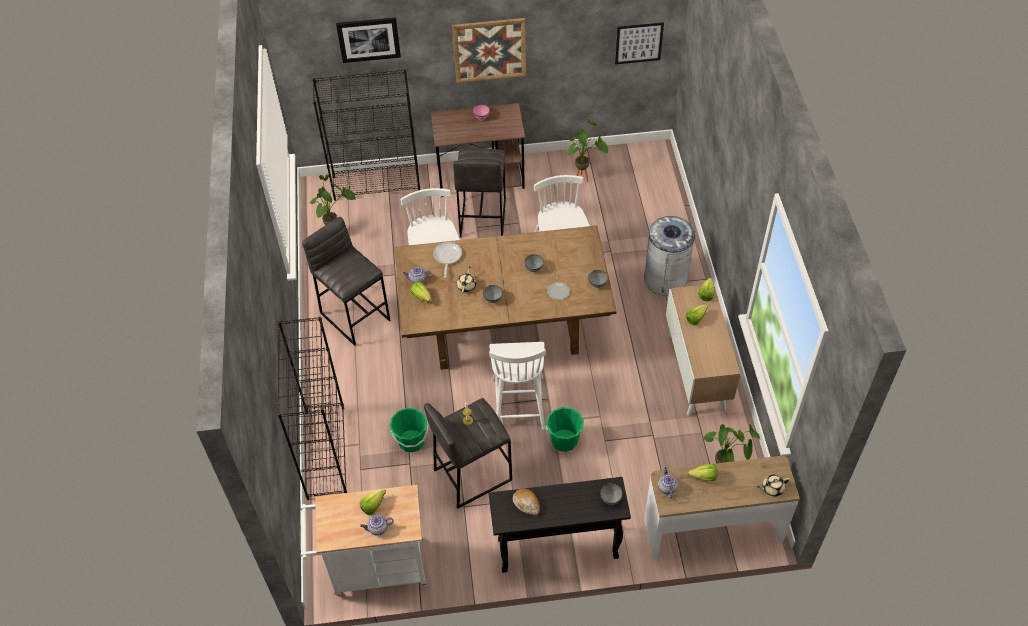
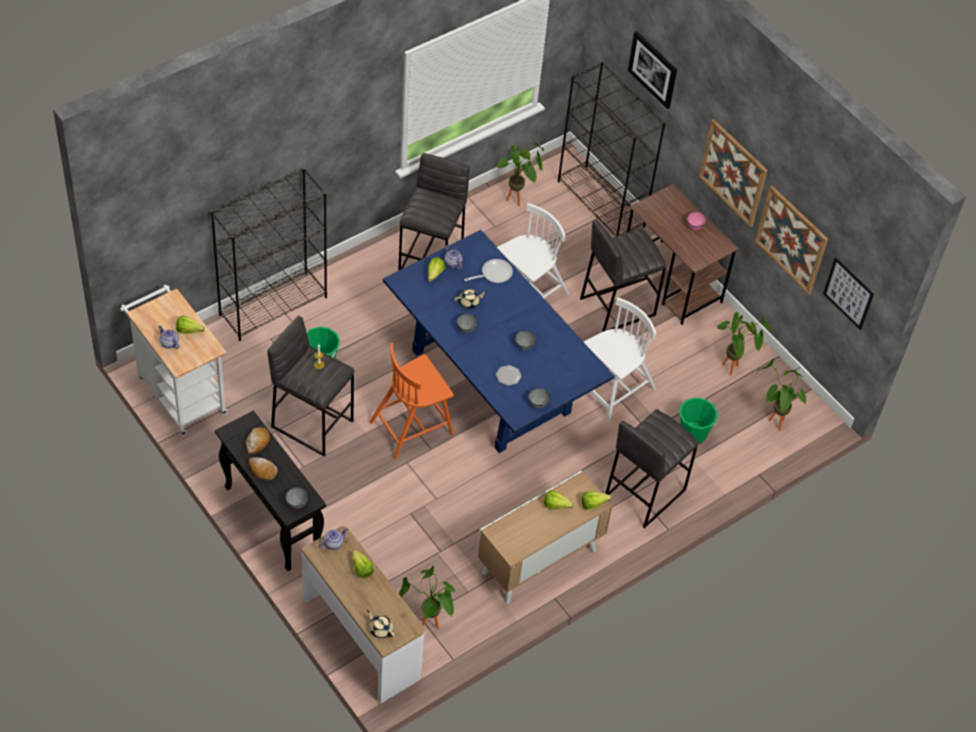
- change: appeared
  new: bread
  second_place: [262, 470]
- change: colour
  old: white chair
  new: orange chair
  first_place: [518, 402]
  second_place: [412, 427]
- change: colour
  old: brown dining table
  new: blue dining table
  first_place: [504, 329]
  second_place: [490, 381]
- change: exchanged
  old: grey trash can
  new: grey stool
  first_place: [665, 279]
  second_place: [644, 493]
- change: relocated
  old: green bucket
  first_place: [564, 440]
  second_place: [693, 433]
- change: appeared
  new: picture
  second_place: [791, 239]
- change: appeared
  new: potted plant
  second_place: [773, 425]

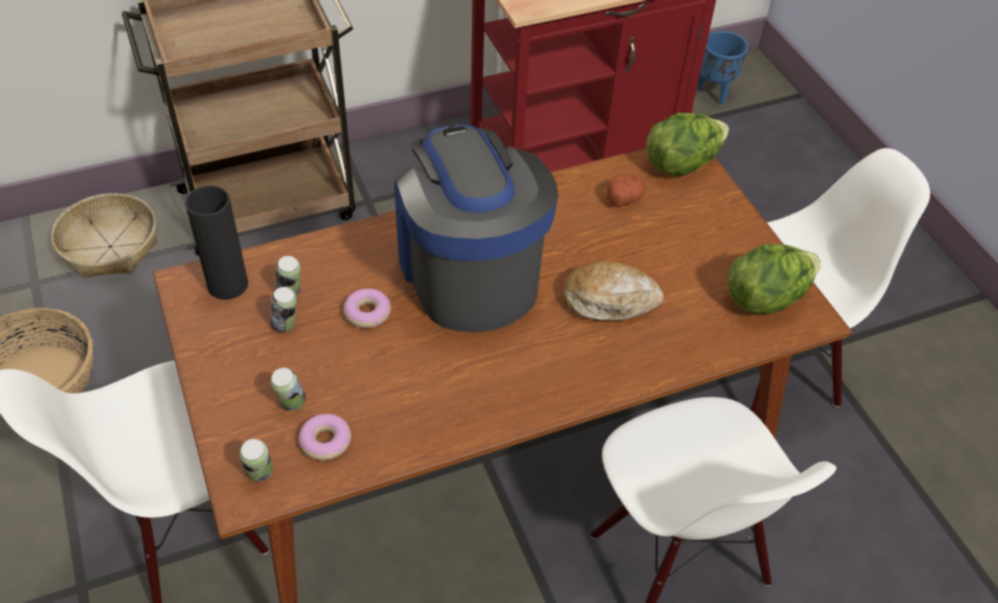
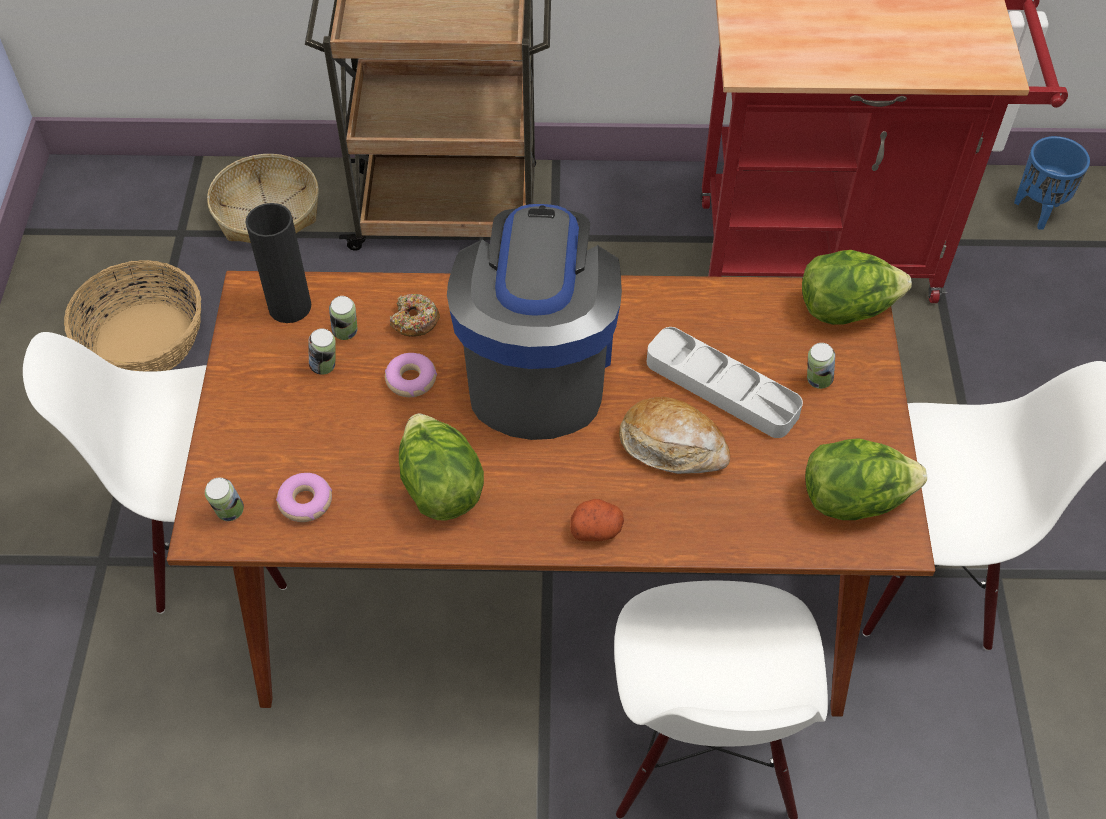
- change: appeared
  new: donut
  second_place: [414, 321]
- change: appeared
  new: lettuce
  second_place: [440, 487]
- change: relocated
  old: potato
  first_place: [623, 198]
  second_place: [596, 529]
- change: appeared
  new: grey tray
  second_place: [721, 387]
- change: relocated
  old: can
  first_place: [291, 404]
  second_place: [817, 381]

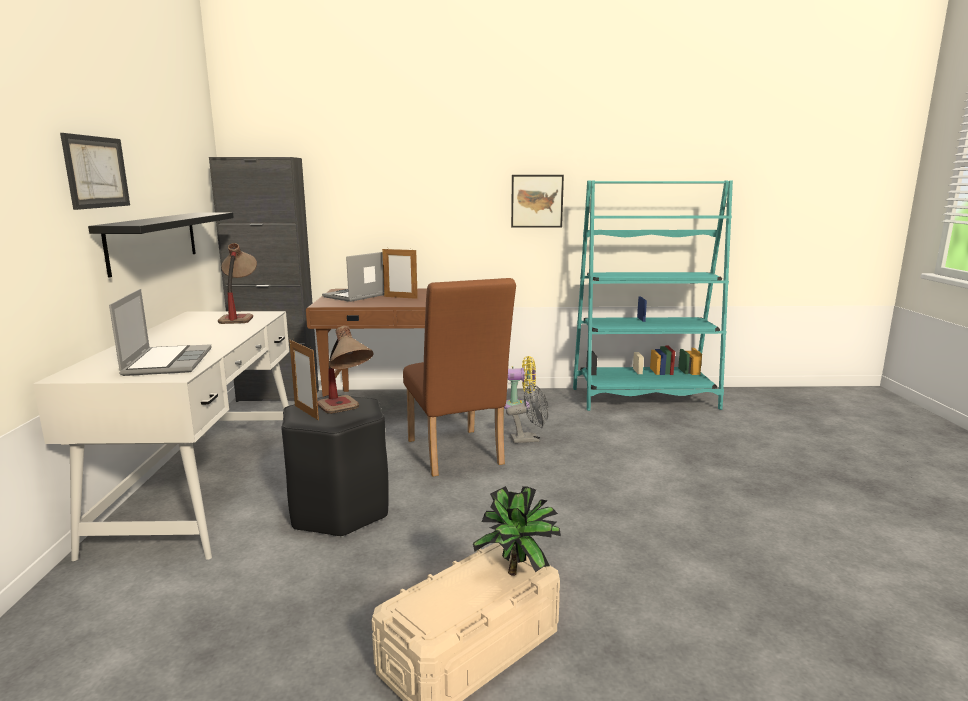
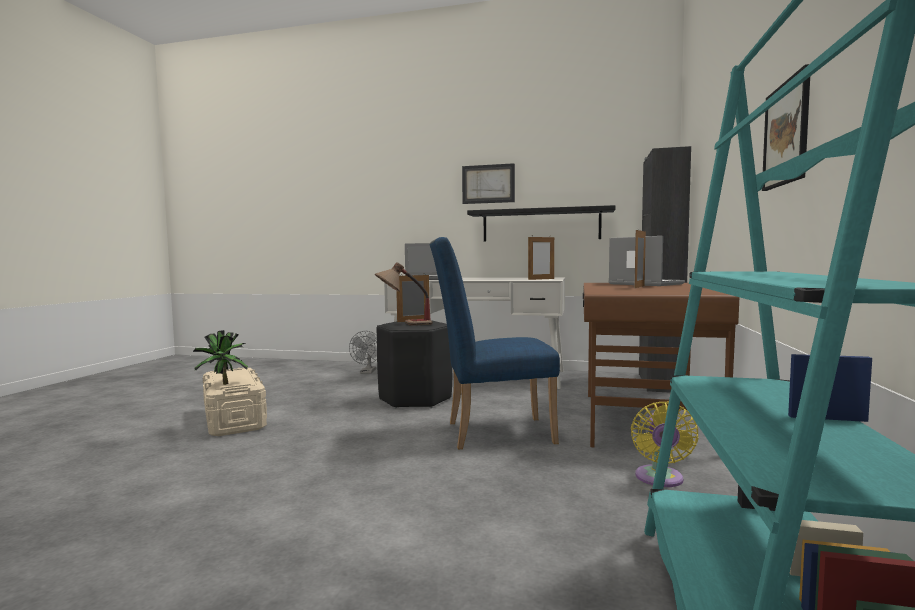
- change: relocated
  old: grey fan
  first_place: [529, 439]
  second_place: [367, 372]
- change: colour
  old: brown chair
  new: blue chair
  first_place: [456, 455]
  second_place: [490, 432]
- change: exchanged
  old: table lamp
  new: picture frame
  first_place: [239, 316]
  second_place: [541, 279]

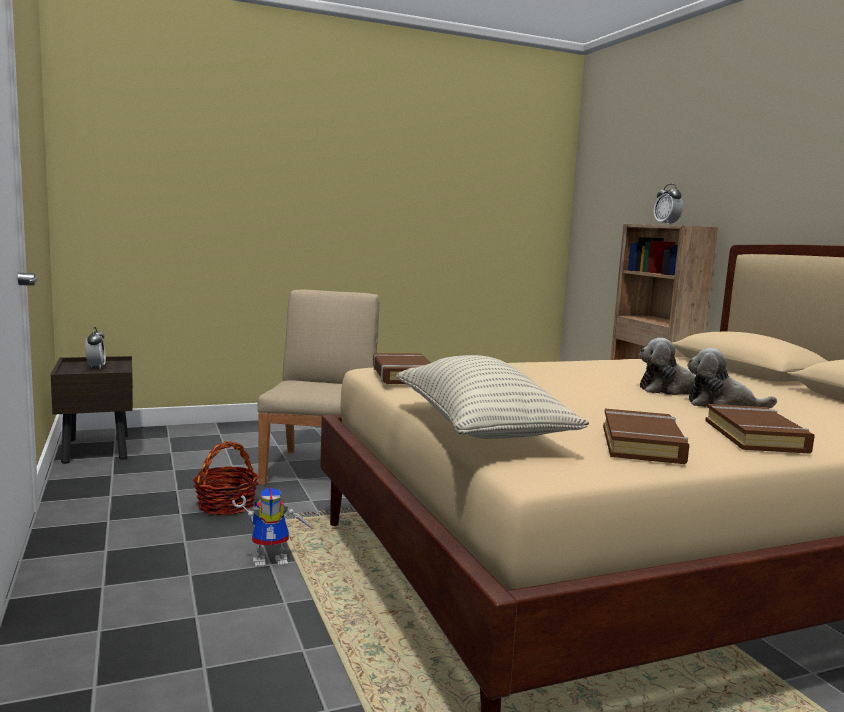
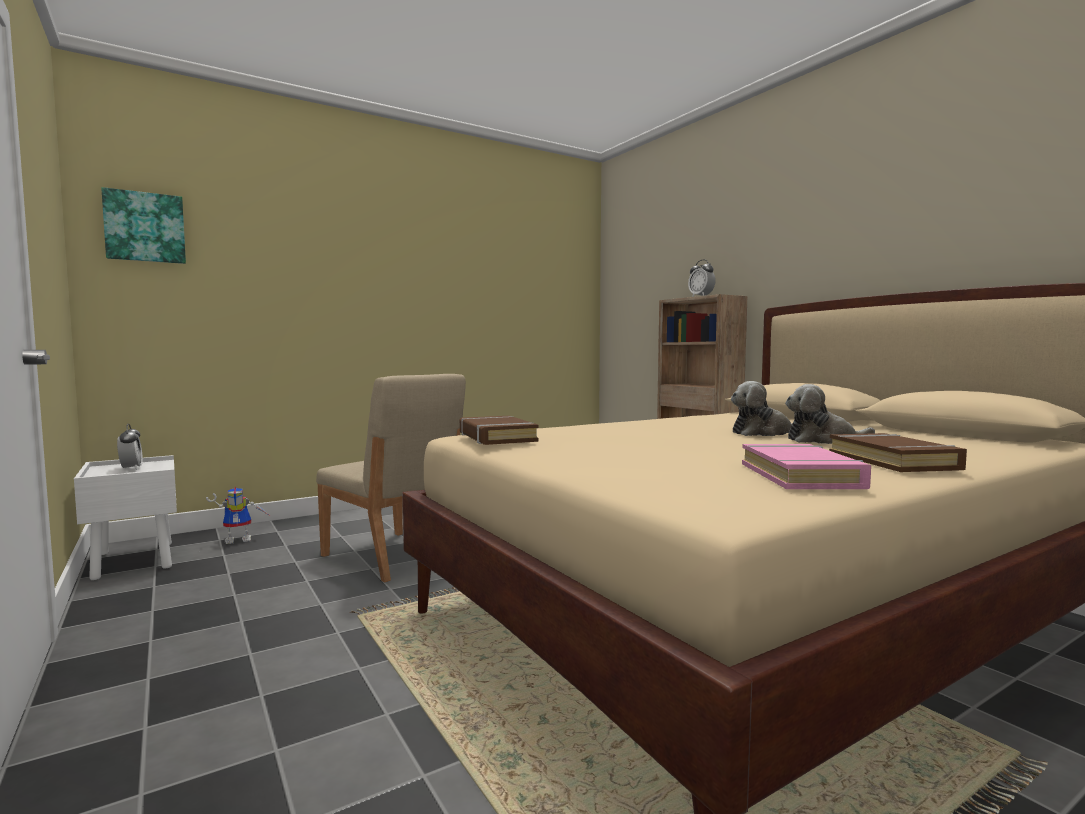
- change: colour
  old: brown nightstand
  new: white nightstand
  first_place: [96, 449]
  second_place: [133, 560]
- change: appeared
  new: picture
  second_place: [145, 227]
- change: relocated
  old: toy robot
  first_place: [273, 560]
  second_place: [240, 539]
- change: spun
  old: beige chair
  first_place: [321, 469]
  second_place: [393, 555]
  degrees: 135
- change: colour
  old: brown book
  new: pink book
  first_place: [642, 444]
  second_place: [800, 476]
- change: missing
  old: basket
  first_place: [226, 505]
- change: missing
  old: pillow
  first_place: [479, 429]

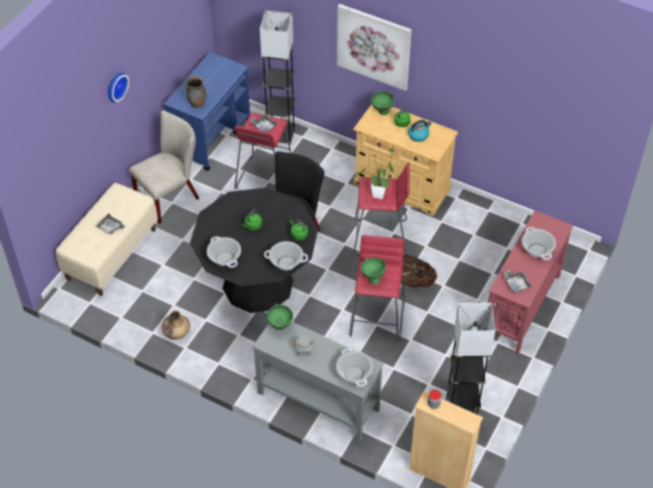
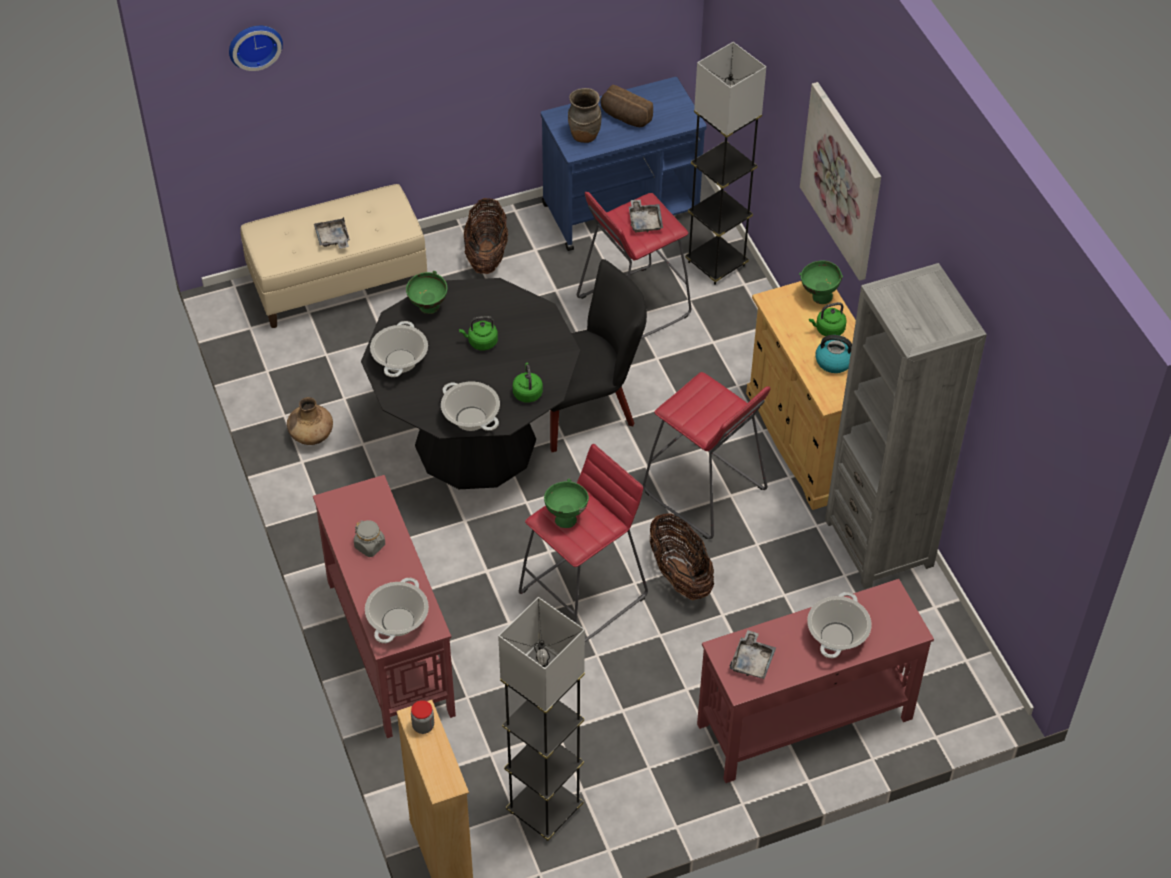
- change: relocated
  old: wall clock
  first_place: [115, 86]
  second_place: [254, 44]
- change: colour
  old: grey console table
  new: red console table
  first_place: [317, 400]
  second_place: [390, 646]
- change: relocated
  old: green bowl
  first_place: [280, 327]
  second_place: [428, 310]
- change: exchanged
  old: beige chair
  new: basket
  first_place: [170, 196]
  second_place: [486, 255]
- change: appeared
  new: bread
  second_place: [625, 117]
- change: appeared
  new: grey bookcase
  second_place: [879, 543]
- change: missing
  old: potted plant
  first_place: [377, 197]

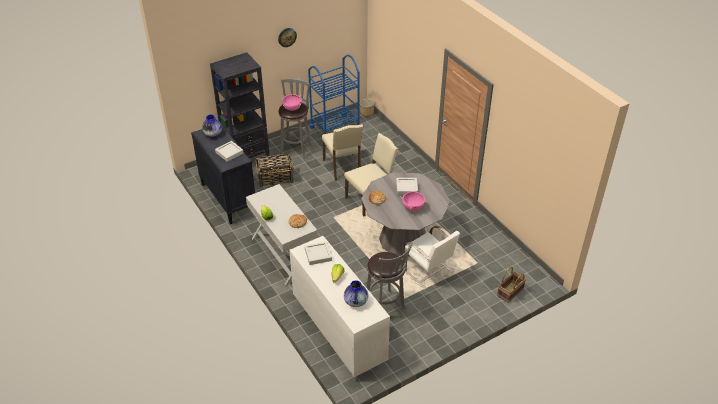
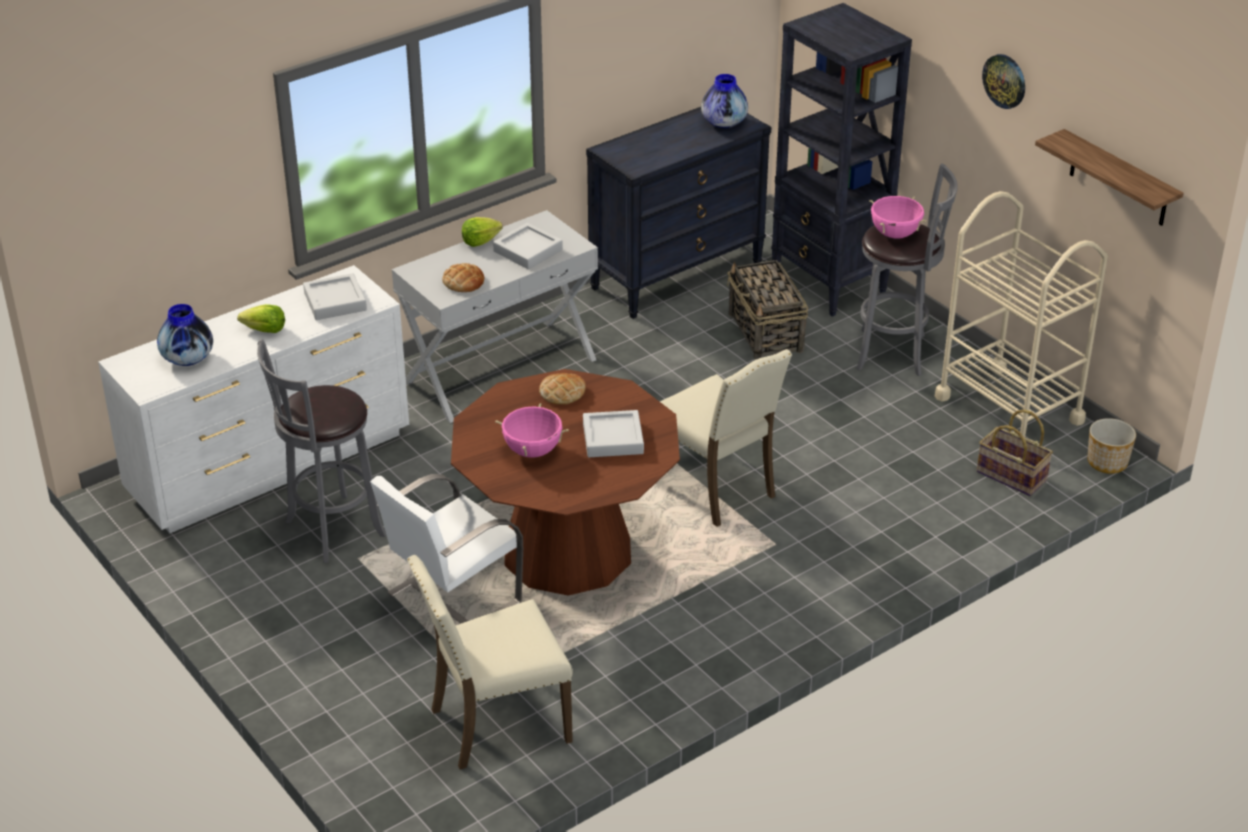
- change: relocated
  old: beige chair
  first_place: [343, 168]
  second_place: [496, 724]
- change: colour
  old: grey dining table
  new: brown dining table
  first_place: [403, 239]
  second_place: [567, 552]
- change: relocated
  old: grey tray
  first_place: [229, 153]
  second_place: [528, 251]
- change: colour
  old: blue cart
  new: beige cart
  first_place: [335, 128]
  second_place: [1009, 409]
- change: relocated
  old: basket
  first_place: [510, 292]
  second_place: [1010, 476]
- change: appeared
  new: shelf
  second_place: [1119, 179]

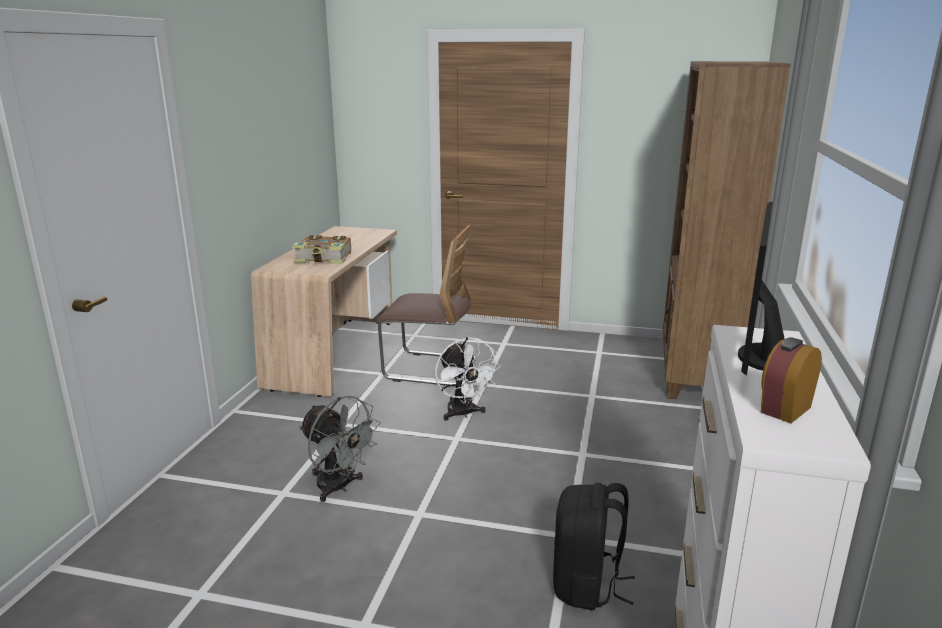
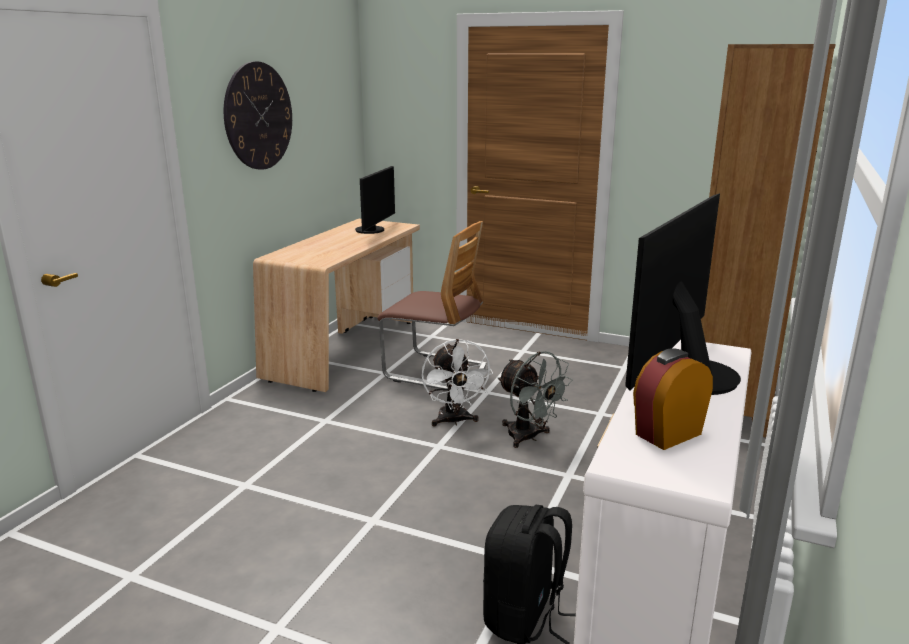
- change: appeared
  new: wall clock
  second_place: [258, 116]
- change: appeared
  new: monitor
  second_place: [373, 230]
- change: relocated
  old: grey fan
  first_place: [339, 487]
  second_place: [529, 437]
- change: missing
  old: book
  first_place: [324, 258]

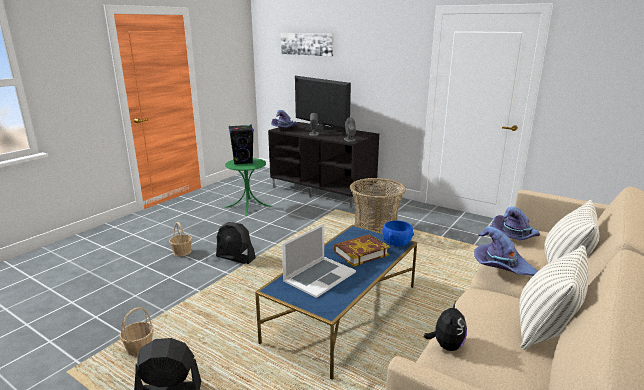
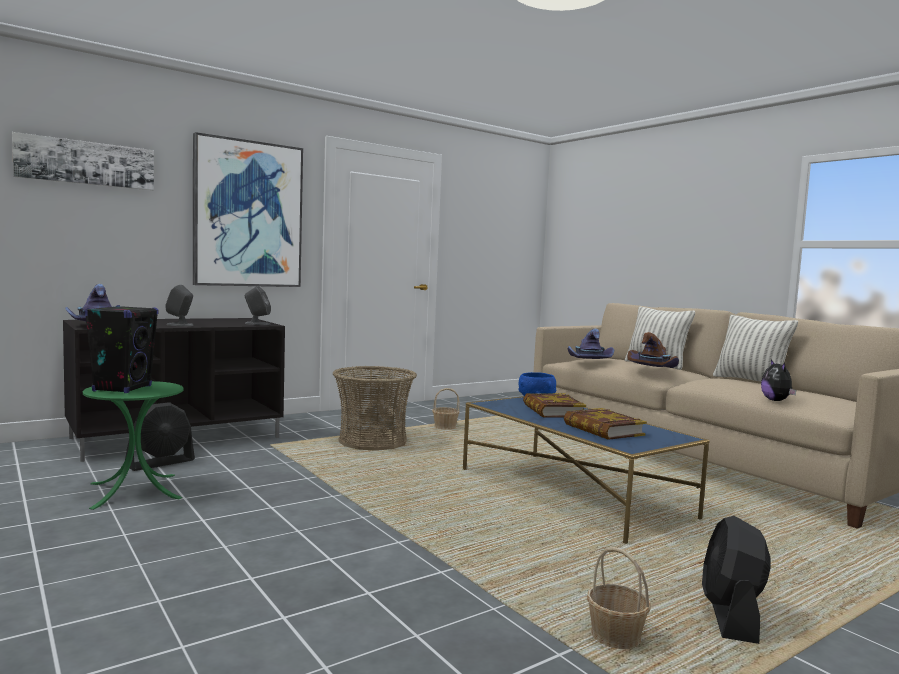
- change: relocated
  old: black fan
  first_place: [235, 257]
  second_place: [160, 463]
- change: appeared
  new: picture
  second_place: [248, 214]
- change: relocated
  old: basket
  first_place: [182, 252]
  second_place: [444, 427]
- change: exchanged
  old: laptop
  new: book
  first_place: [319, 276]
  second_place: [603, 430]
- change: colour
  old: purple hat
  new: brown hat
  first_place: [501, 267]
  second_place: [653, 370]
- change: spun
  old: plush toy
  first_place: [446, 345]
  second_place: [776, 401]
  degrees: -135
- change: missing
  old: television
  first_place: [322, 129]

